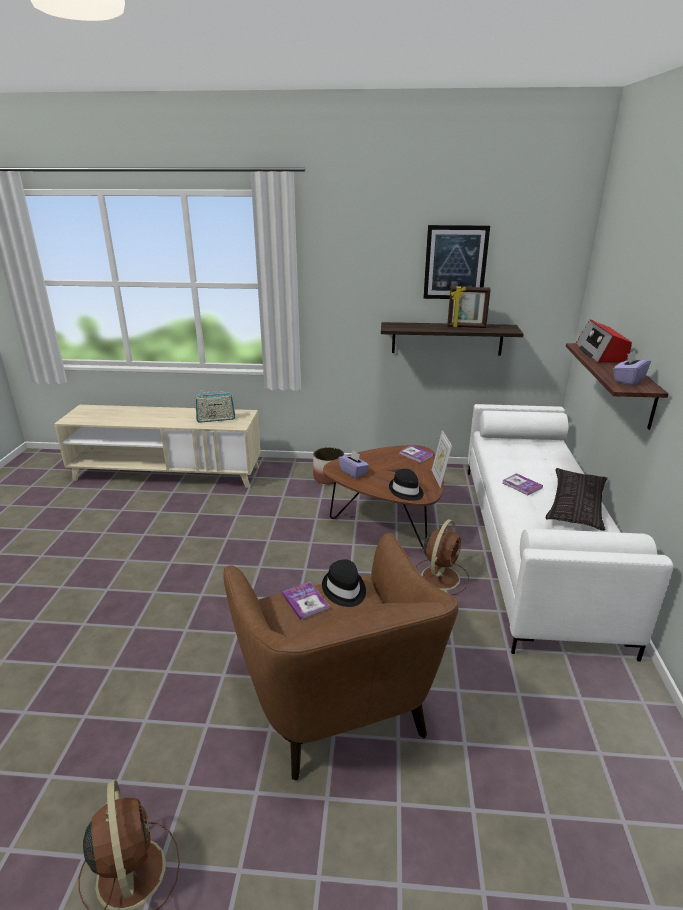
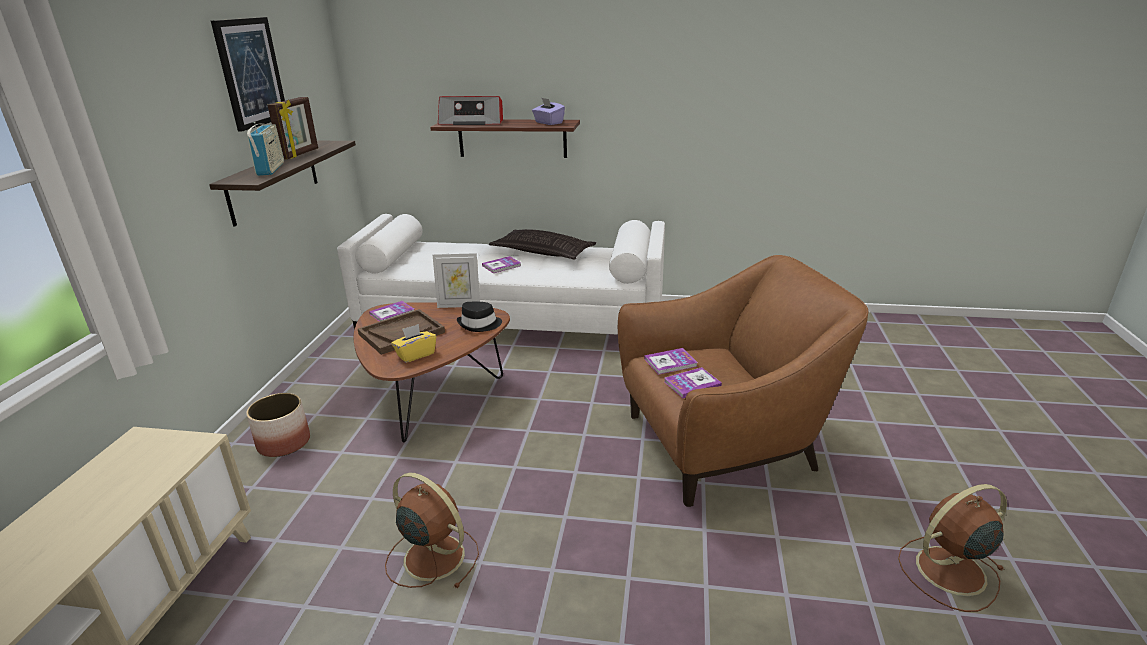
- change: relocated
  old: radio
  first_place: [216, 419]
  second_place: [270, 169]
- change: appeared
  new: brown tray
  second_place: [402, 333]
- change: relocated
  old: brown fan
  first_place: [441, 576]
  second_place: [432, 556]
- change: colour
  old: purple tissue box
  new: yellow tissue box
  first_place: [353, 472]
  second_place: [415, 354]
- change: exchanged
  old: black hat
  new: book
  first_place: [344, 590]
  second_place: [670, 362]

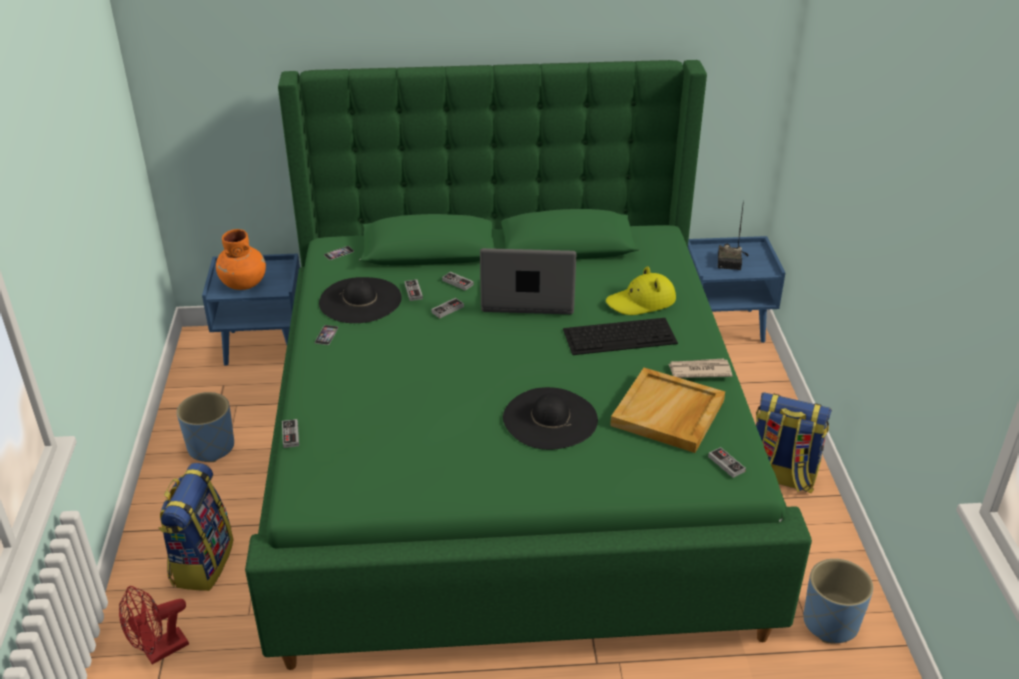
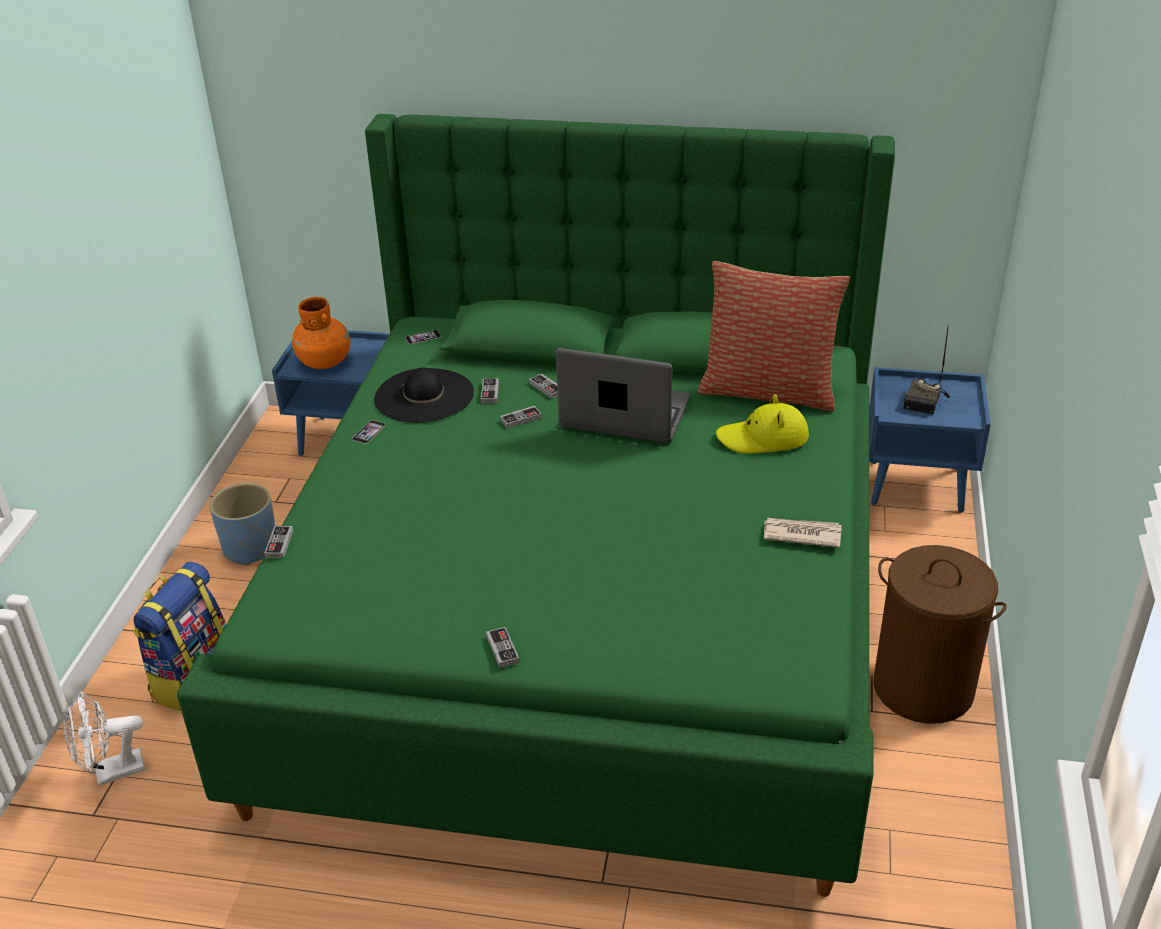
- change: colour
  old: red fan
  new: white fan
  first_place: [159, 652]
  second_place: [111, 773]
- change: relocated
  old: game controller
  first_place: [726, 464]
  second_place: [502, 649]
- change: appeared
  new: pillow
  second_place: [768, 390]
- change: exchanged
  old: backpack
  new: brown laundry basket
  first_place: [780, 476]
  second_place: [922, 688]
- change: missing
  old: black hat
  first_place: [550, 418]
- change: missing
  old: keyboard
  first_place: [620, 336]
- change: missing
  old: beige tray
  first_place: [668, 414]
- change: missing
  old: blue planter
  first_place: [829, 622]

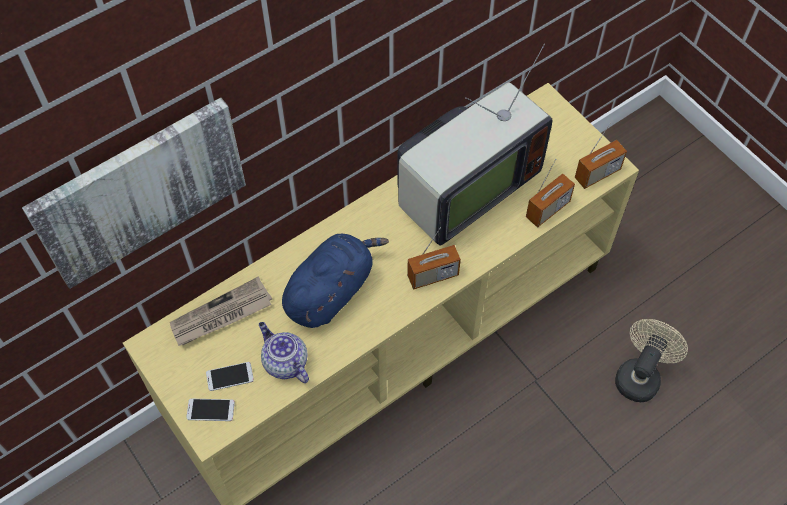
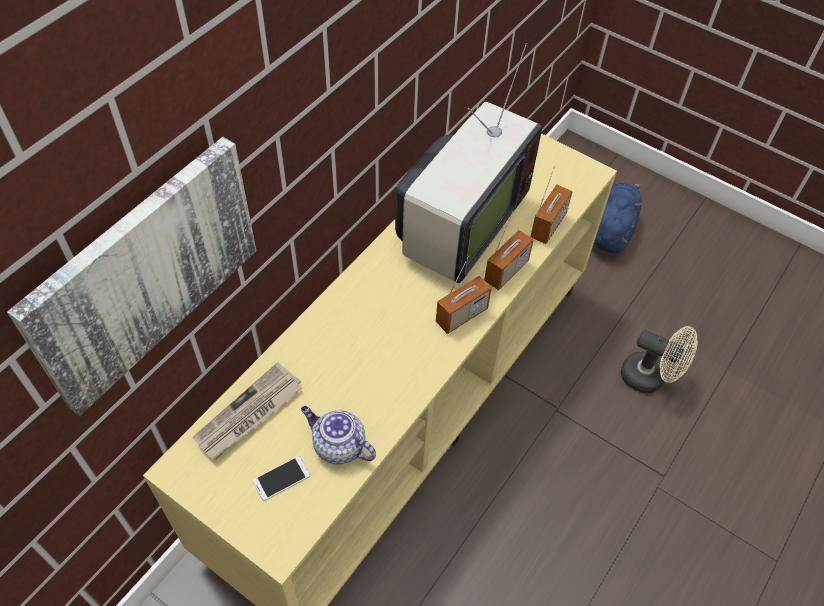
- change: relocated
  old: radio
  first_place: [597, 174]
  second_place: [506, 271]
- change: relocated
  old: blue plush toy
  first_place: [331, 291]
  second_place: [611, 230]
- change: spun
  old: beige fan
  first_place: [640, 375]
  second_place: [650, 378]
  degrees: 105
- change: missing
  old: phone
  first_place: [210, 410]

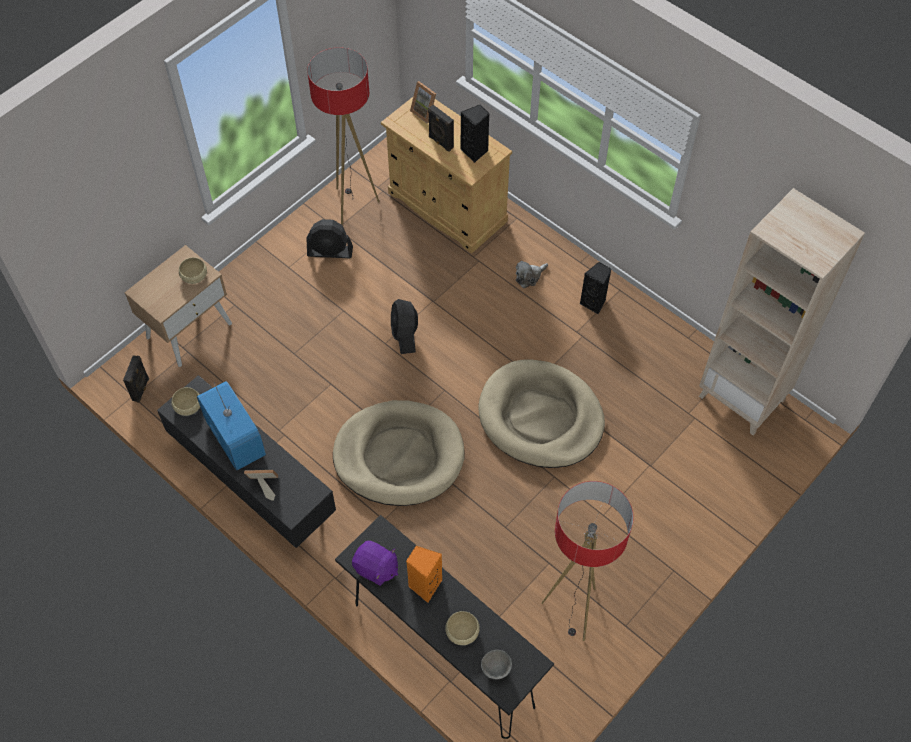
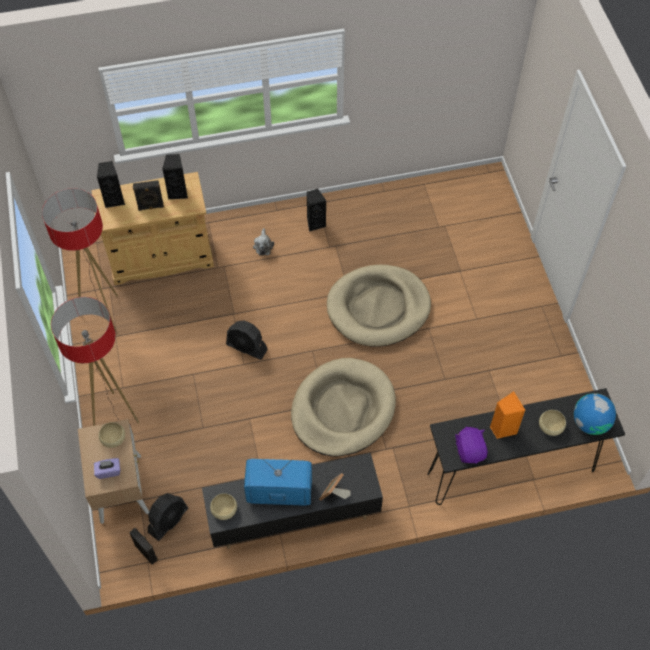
- change: relocated
  old: floor lamp
  first_place: [573, 611]
  second_place: [115, 415]
- change: appeared
  new: purple tissue box
  second_place: [108, 471]
- change: exchanged
  old: picture frame
  new: black speaker
  first_place: [425, 112]
  second_place: [114, 199]
- change: relocated
  old: black fan
  first_place: [330, 251]
  second_place: [168, 520]
- change: spun
  old: purple plush toy
  first_place: [376, 569]
  second_place: [470, 450]
  degrees: -75
- change: exchanged
  old: grey bowl
  new: globe
  first_place: [496, 670]
  second_place: [590, 423]
- change: missing
  old: beige bookcase
  first_place: [742, 398]

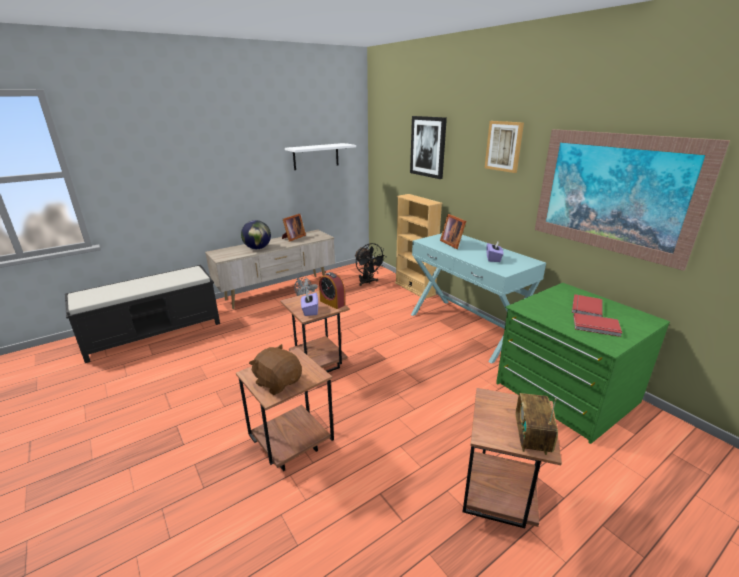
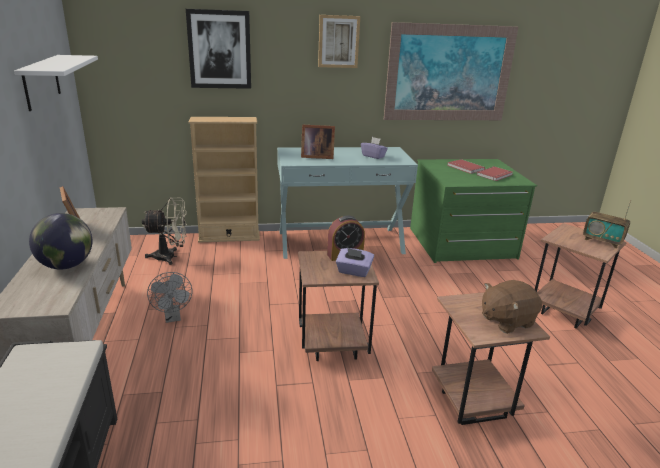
- change: colour
  old: black fan
  new: beige fan
  first_place: [368, 282]
  second_place: [170, 257]

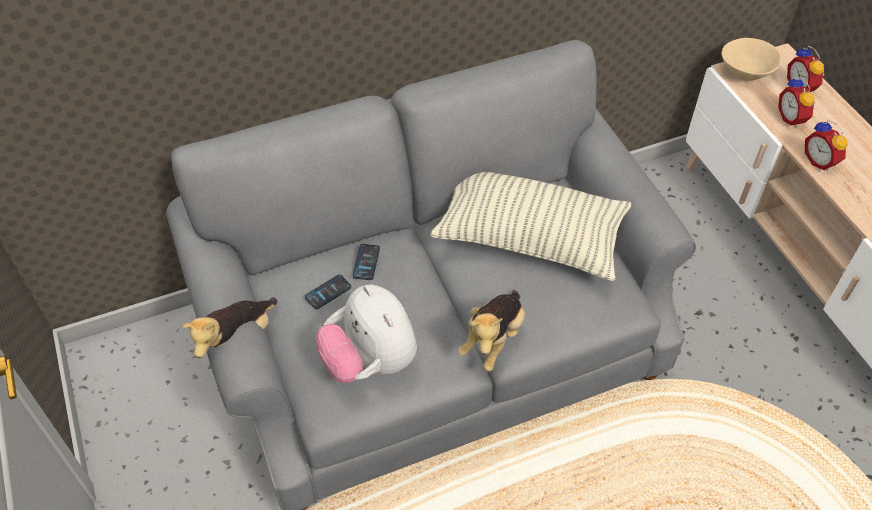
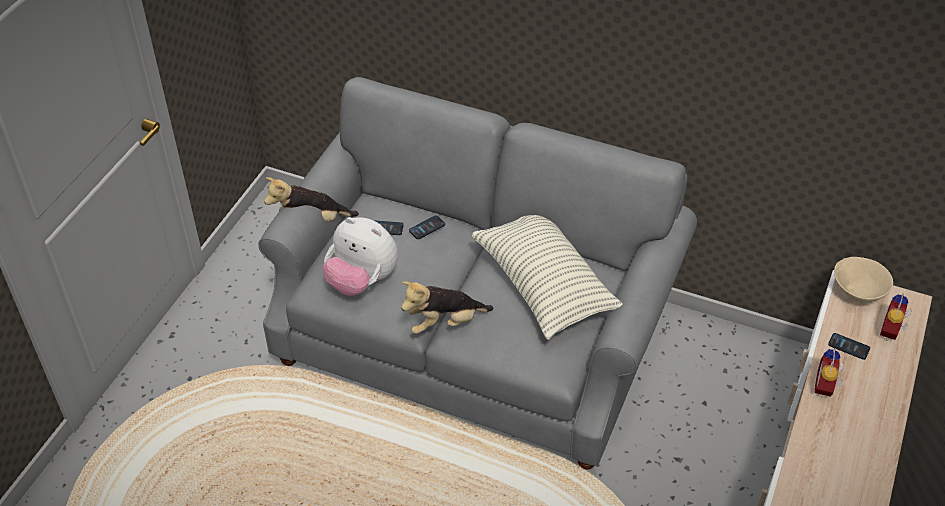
- change: spun
  old: plush toy
  first_place: [370, 361]
  second_place: [362, 281]
  degrees: -75
- change: exchanged
  old: alarm clock
  new: phone
  first_place: [792, 118]
  second_place: [848, 347]

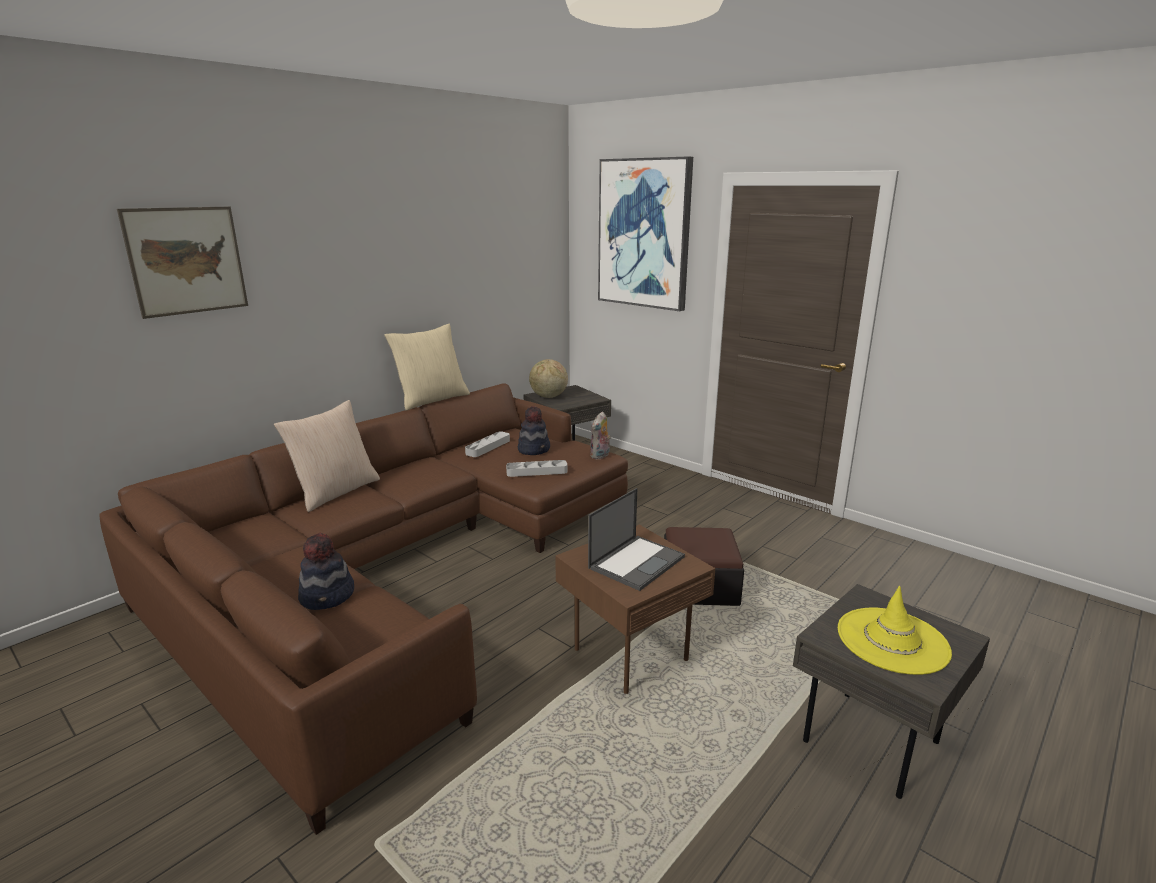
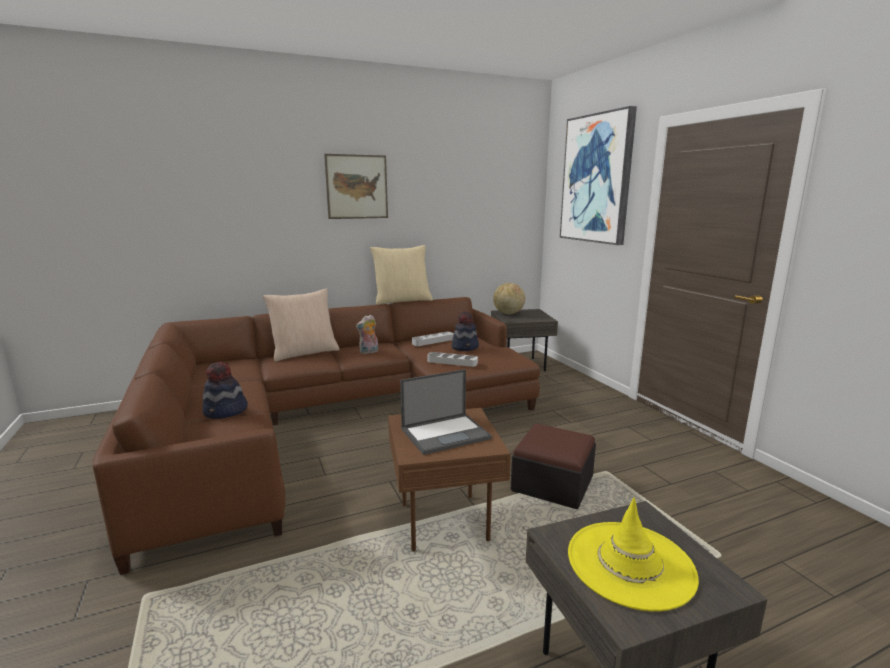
- change: relocated
  old: picture
  first_place: [187, 261]
  second_place: [357, 187]
- change: relocated
  old: plush toy
  first_place: [600, 456]
  second_place: [369, 352]

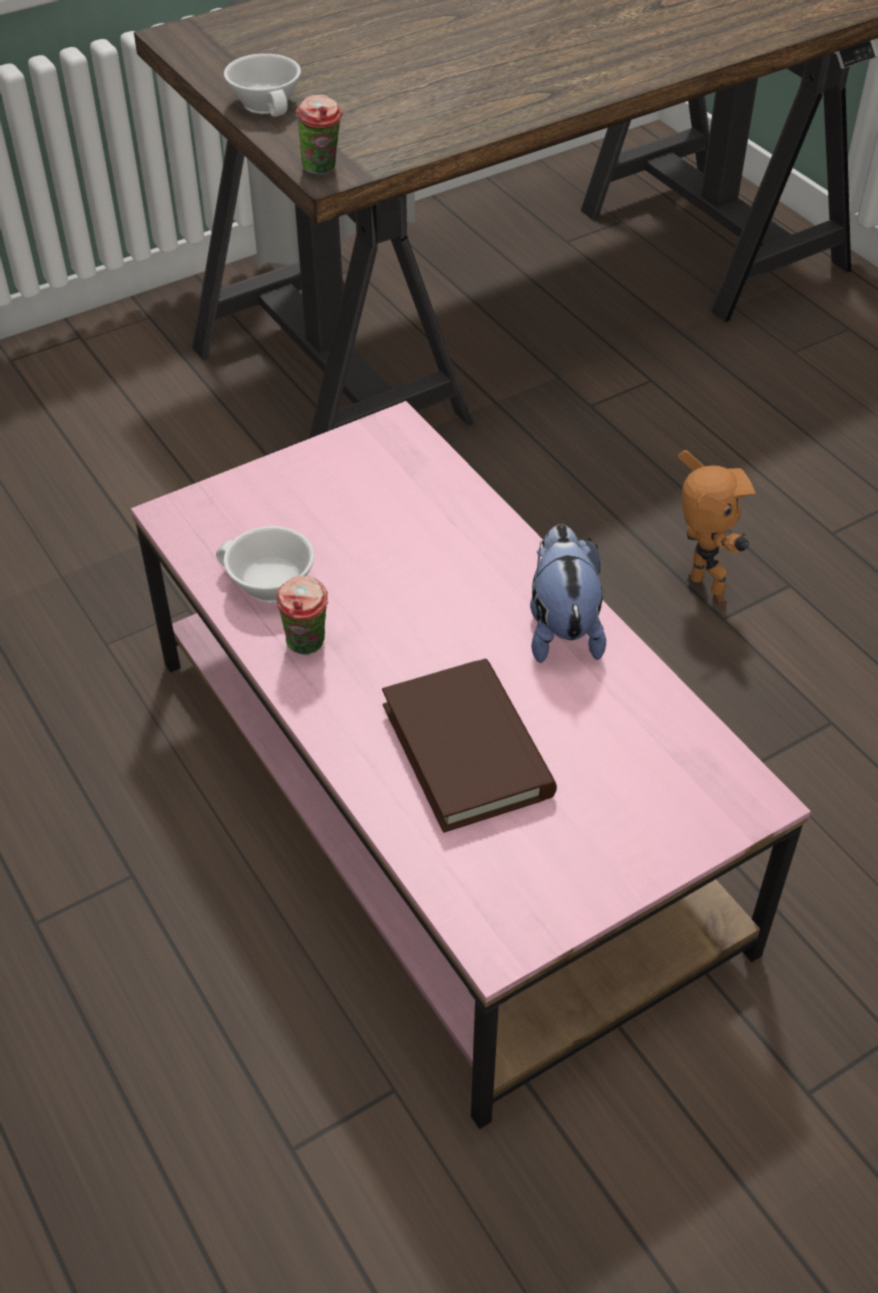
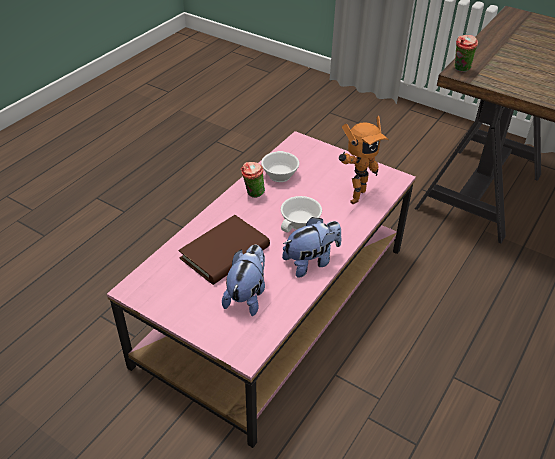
- change: appeared
  new: plush toy
  second_place: [247, 295]
- change: relocated
  old: white cup
  first_place: [269, 103]
  second_place: [300, 224]
- change: relocated
  old: toy robot
  first_place: [702, 593]
  second_place: [354, 195]

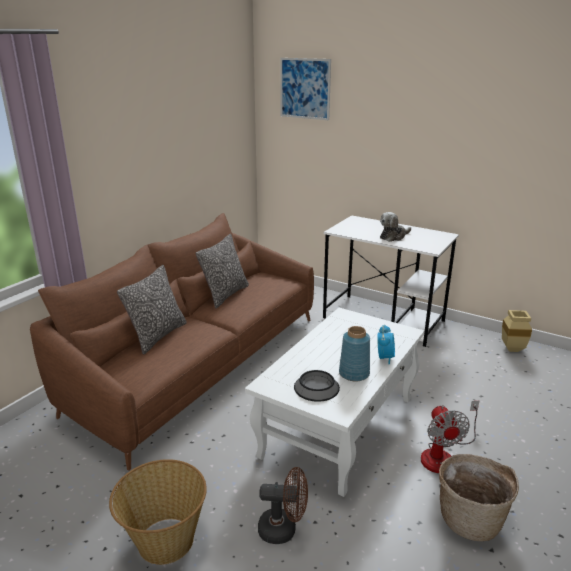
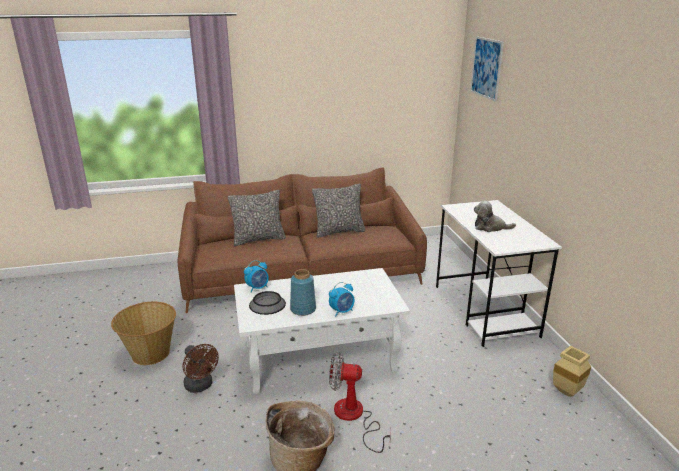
- change: appeared
  new: alarm clock
  second_place: [257, 288]
- change: spun
  old: fan
  first_place: [443, 455]
  second_place: [354, 417]
  degrees: 60

